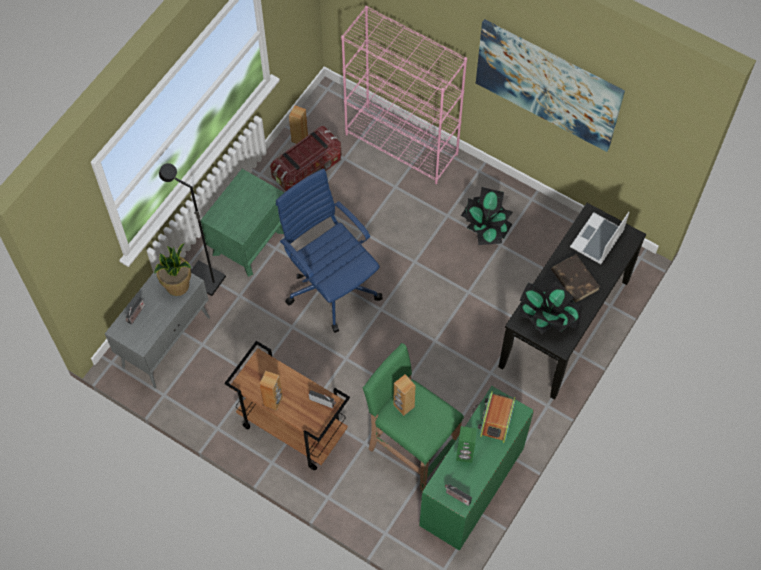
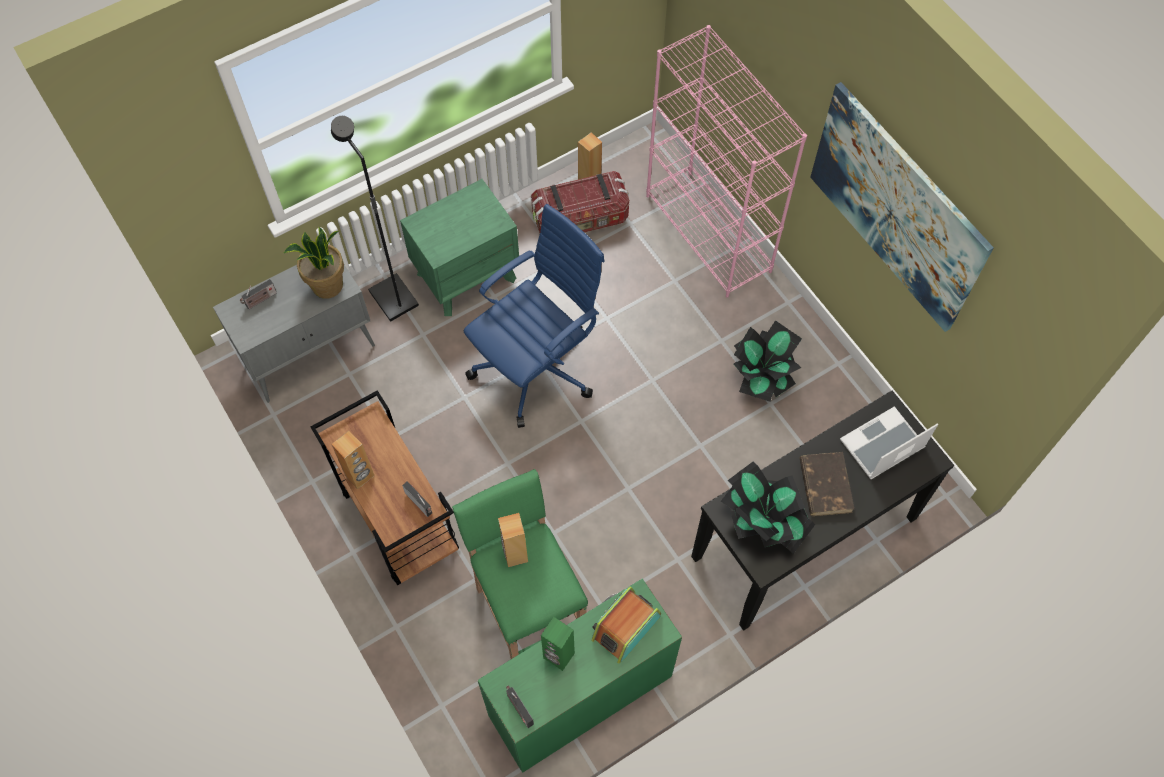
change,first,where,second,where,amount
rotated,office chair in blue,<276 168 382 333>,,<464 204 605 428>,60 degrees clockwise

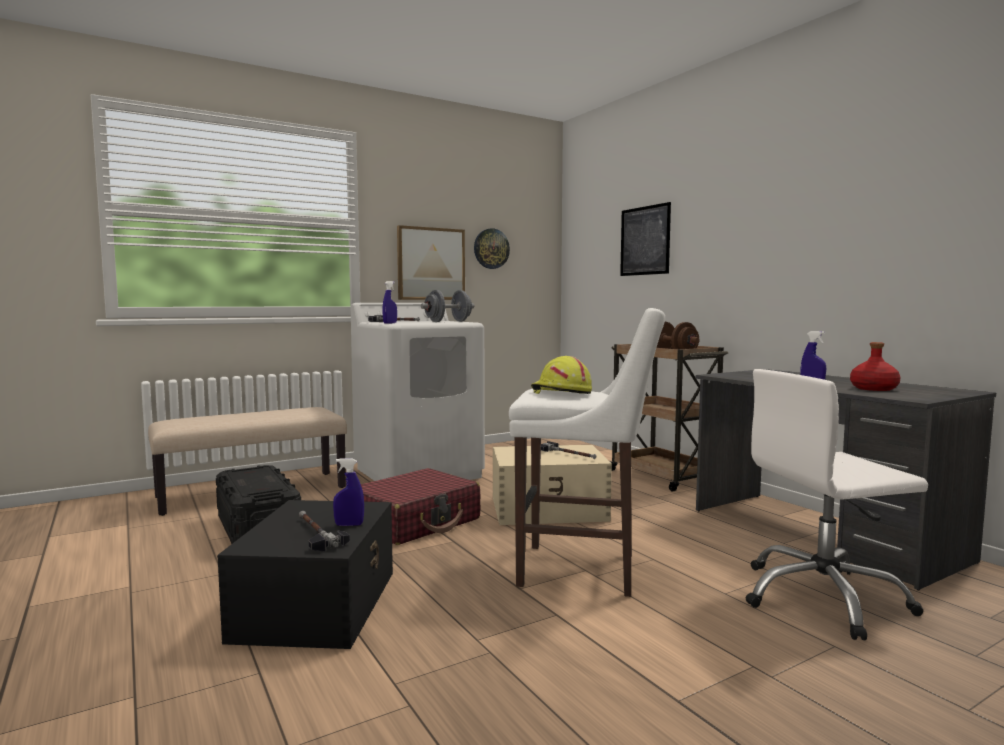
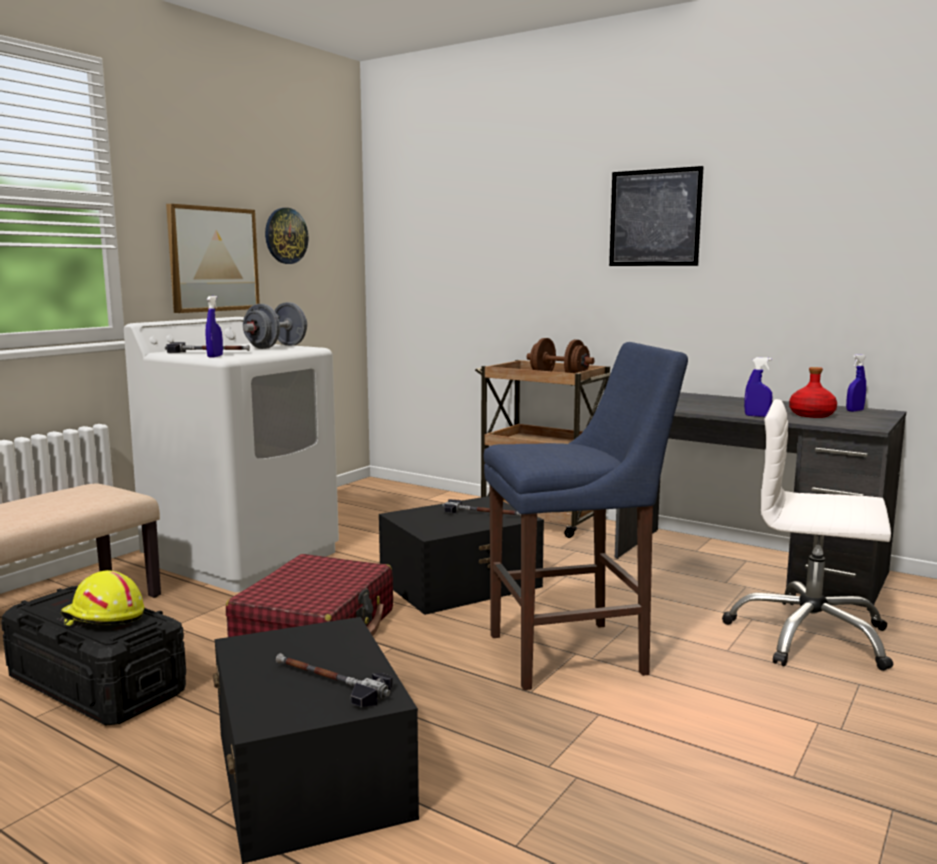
change,first,where,second,where,amount
shifted,picture,<620 202 671 276>,,<609 166 704 266>,
repainted,stool in white,<509 308 665 597>,stool in blue,<484 342 688 690>,
shifted,hard hat in yellow,<531 356 592 394>,,<60 570 144 626>,
rotated,office chair in white,<746 369 928 640>,,<722 399 894 671>,60 degrees clockwise
repainted,storage box in beige,<493 445 612 525>,storage box in black,<379 496 544 615>,
shifted,spray bottle in blue,<333 458 364 526>,,<846 354 866 412>,

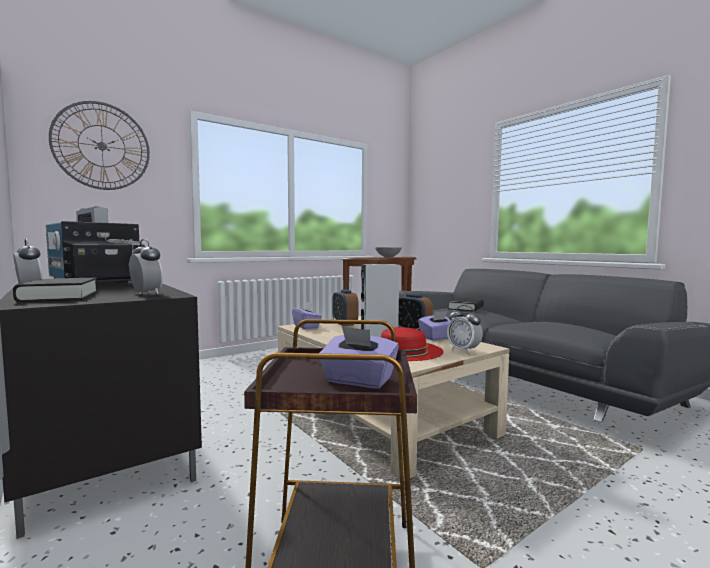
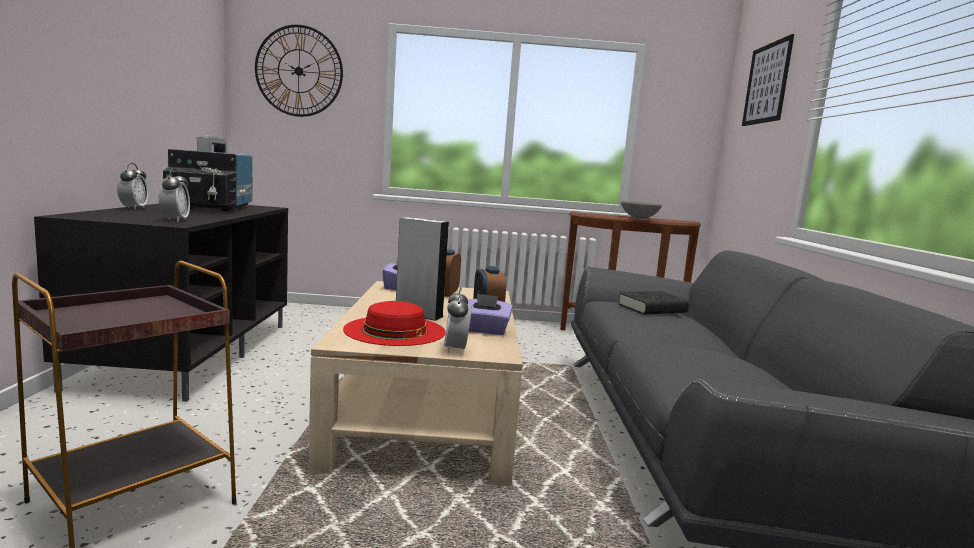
change,first,where,second,where,amount
gone,book in black,<13 278 98 302>,,,
gone,tissue box in purple,<320 326 399 389>,,,
new,,,picture,<742 34 794 126>,

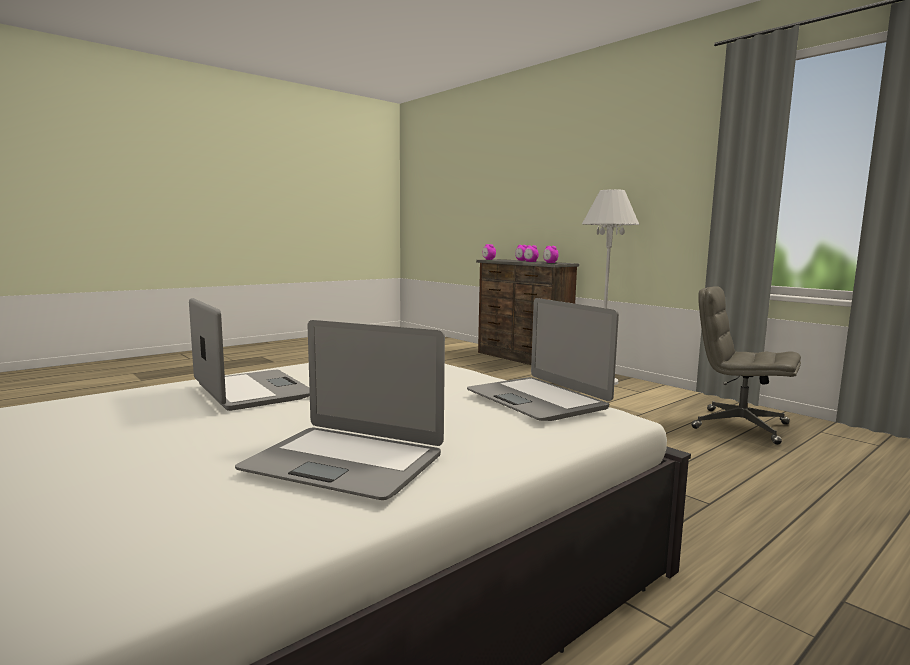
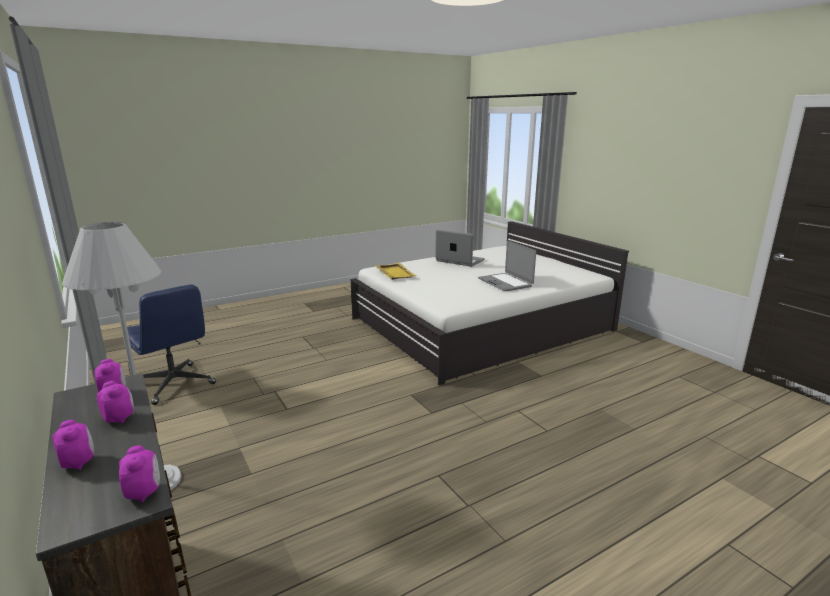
change,first,where,second,where,amount
repainted,office chair in grey,<691 286 801 445>,office chair in blue,<127 284 216 405>,
swapped,laptop,<467 298 619 421>,tray in yellow,<375 263 416 279>,

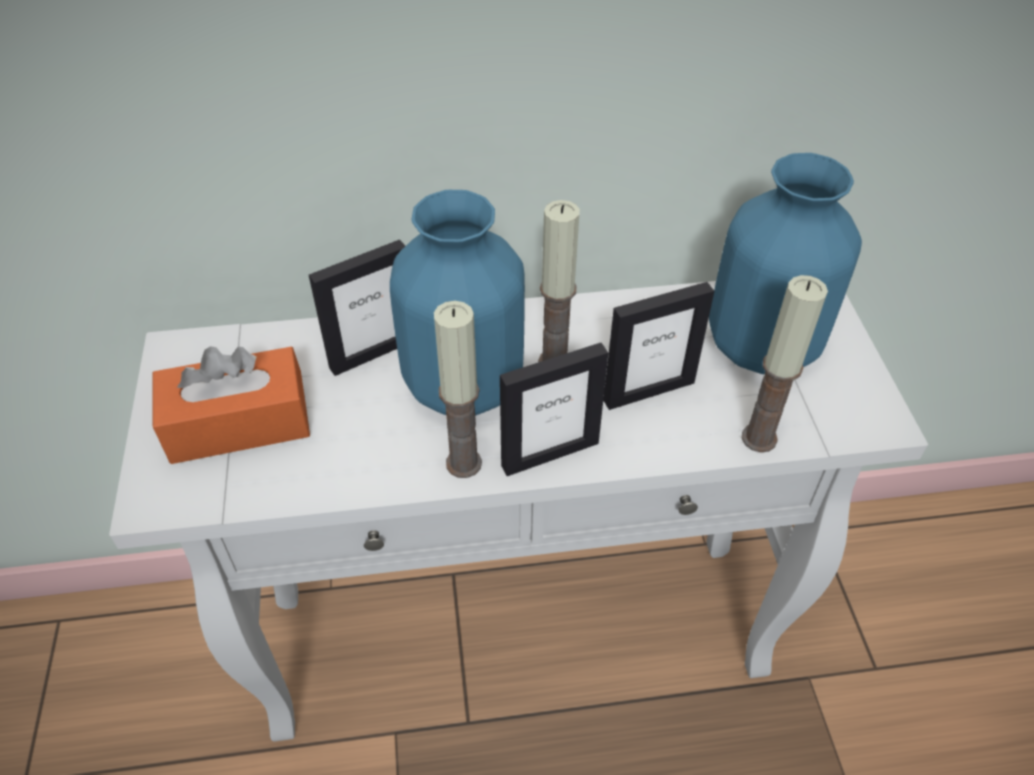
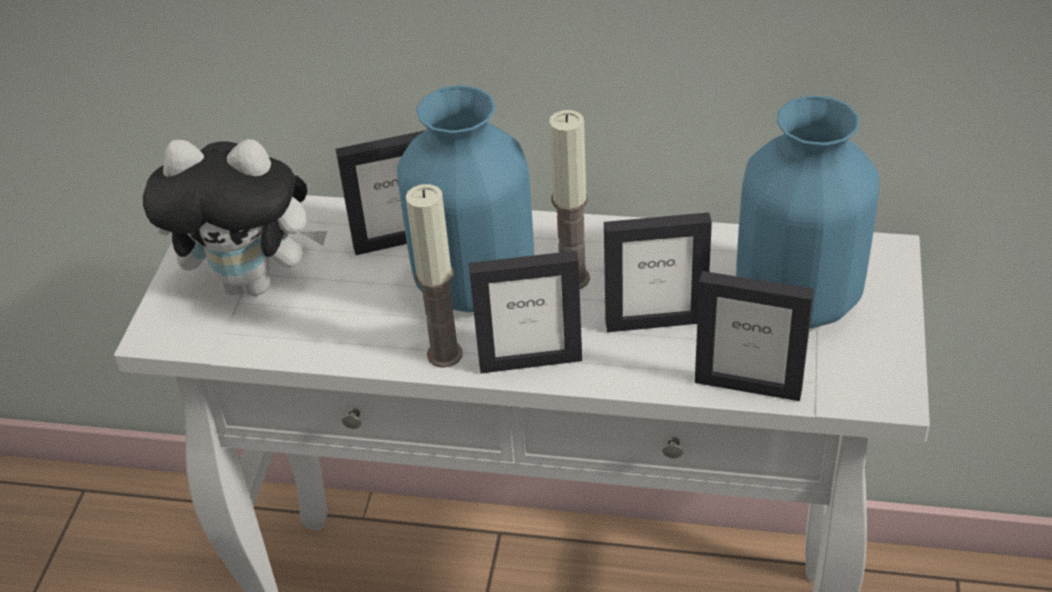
change,first,where,second,where,amount
swapped,candle,<742 275 828 452>,picture frame,<695 271 814 401>,
swapped,tissue box in orange,<152 346 310 464>,plush toy,<143 139 327 296>,

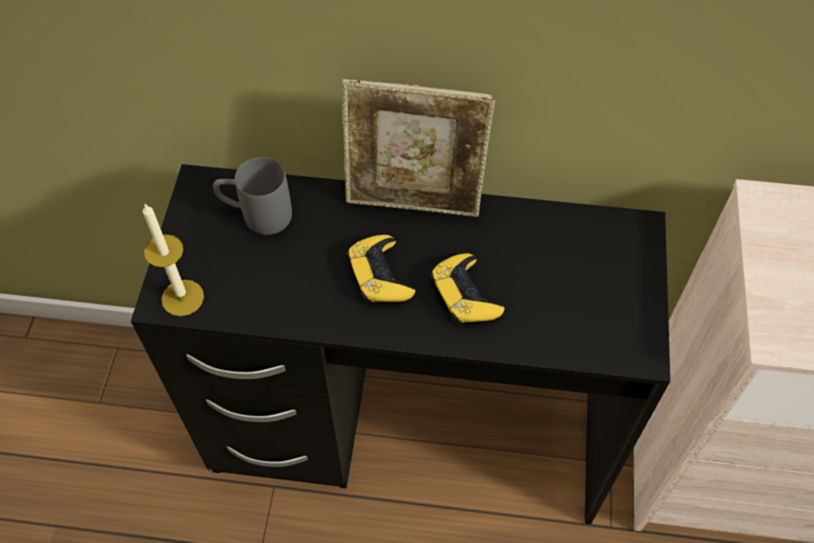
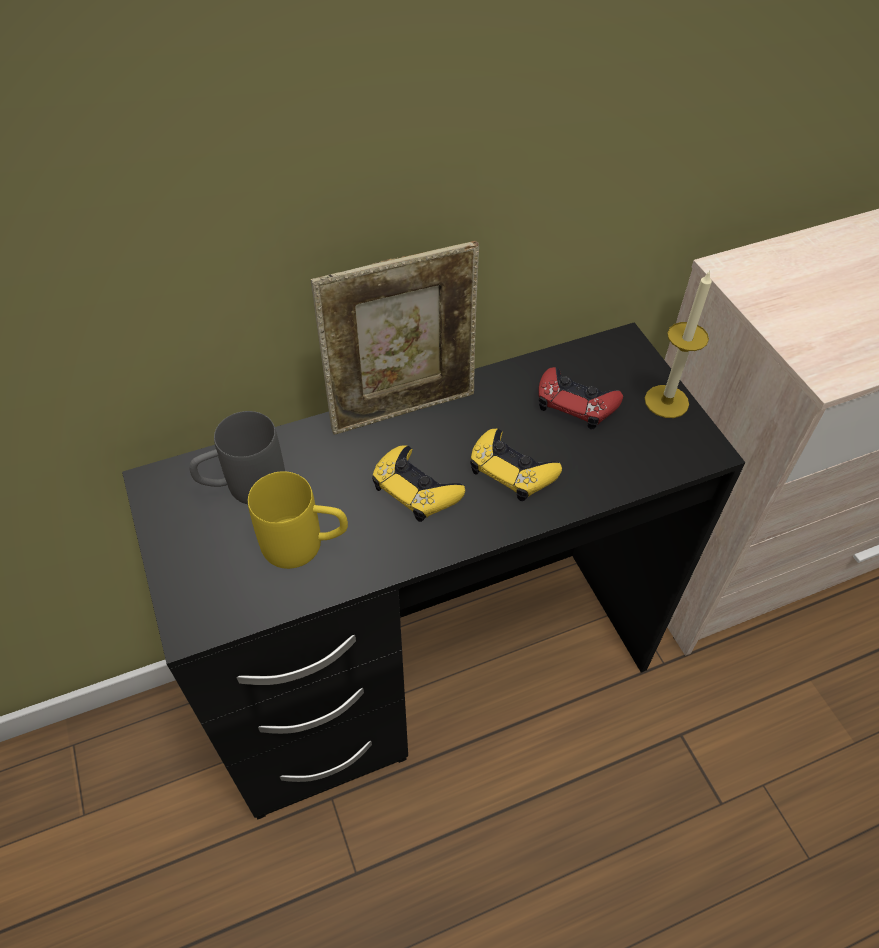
change,first,where,second,where,amount
shifted,candle,<143 203 204 316>,,<645 270 712 418>,
new,,,game controller in red,<538 367 623 429>,
new,,,mug in yellow,<248 471 348 569>,

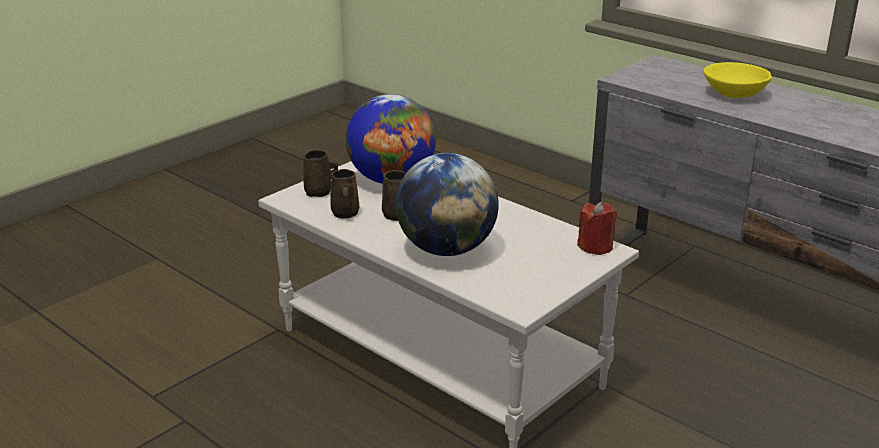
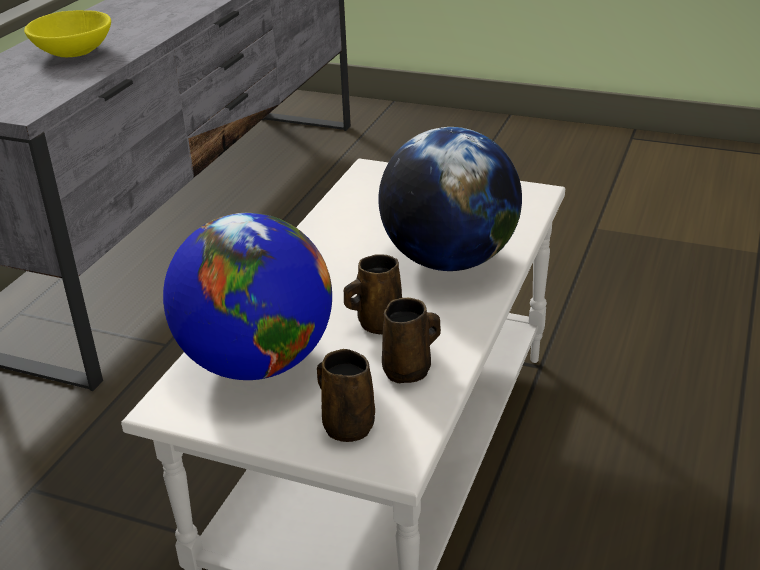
change,first,where,second,where,amount
gone,candle in red,<577 202 617 255>,,,

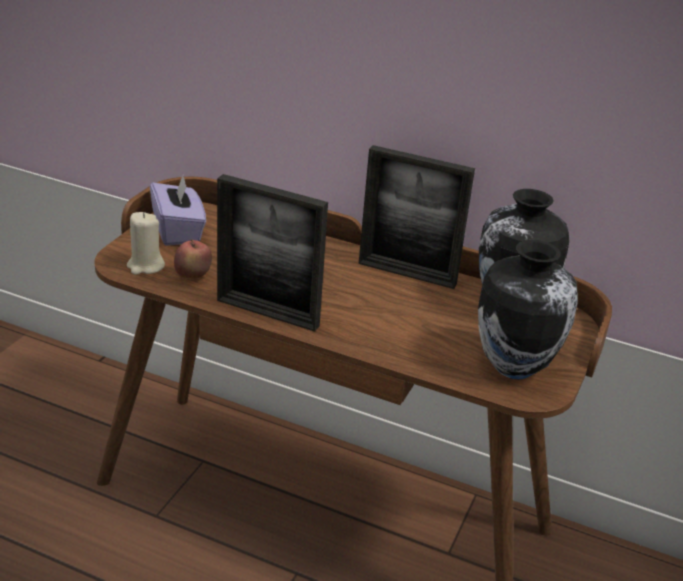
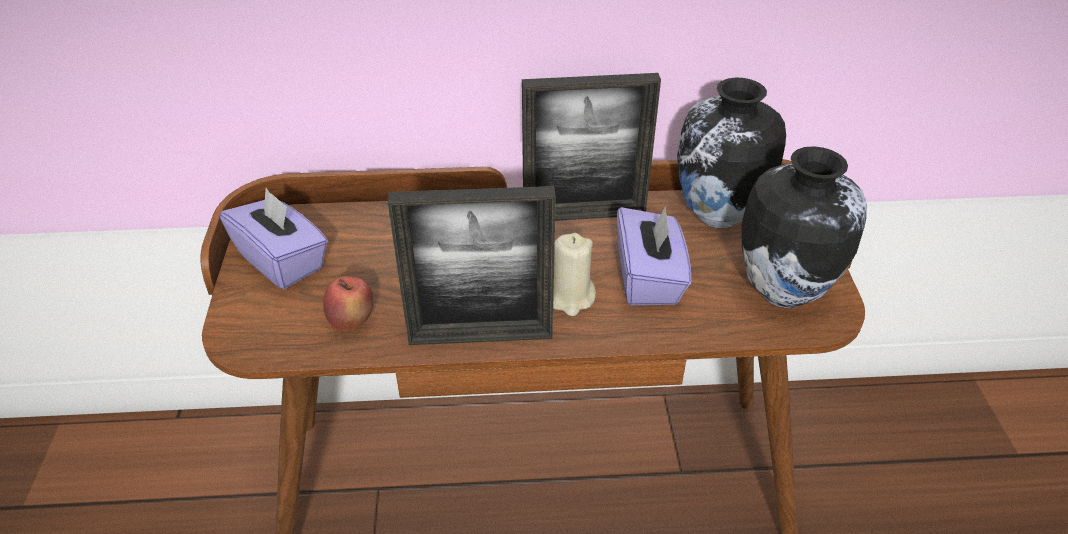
change,first,where,second,where,amount
shifted,candle in beige,<127 212 165 275>,,<553 233 596 316>,
new,,,tissue box in purple,<617 206 691 305>,

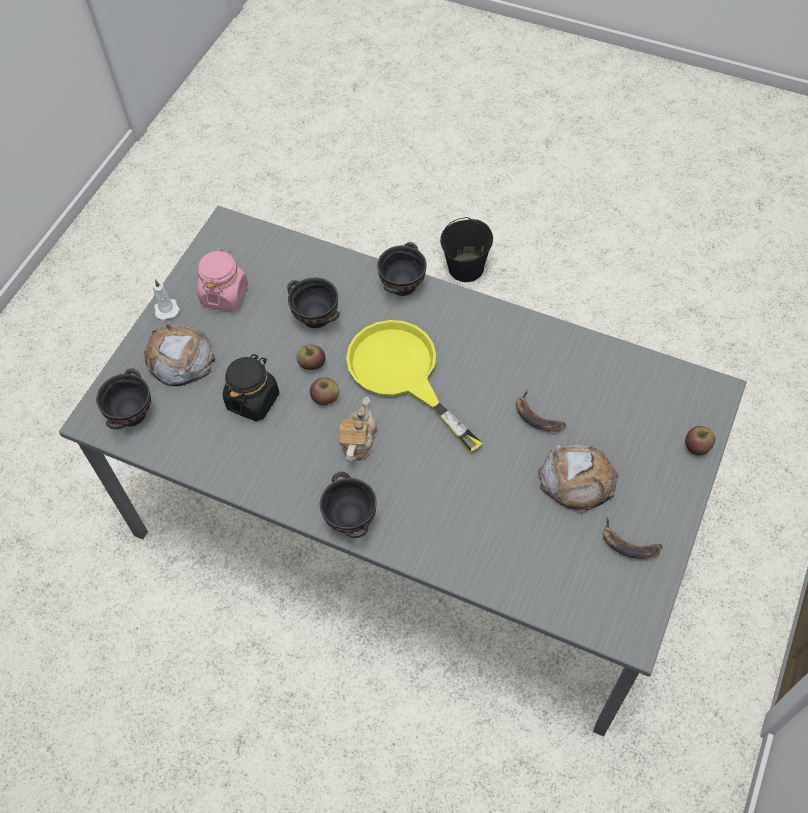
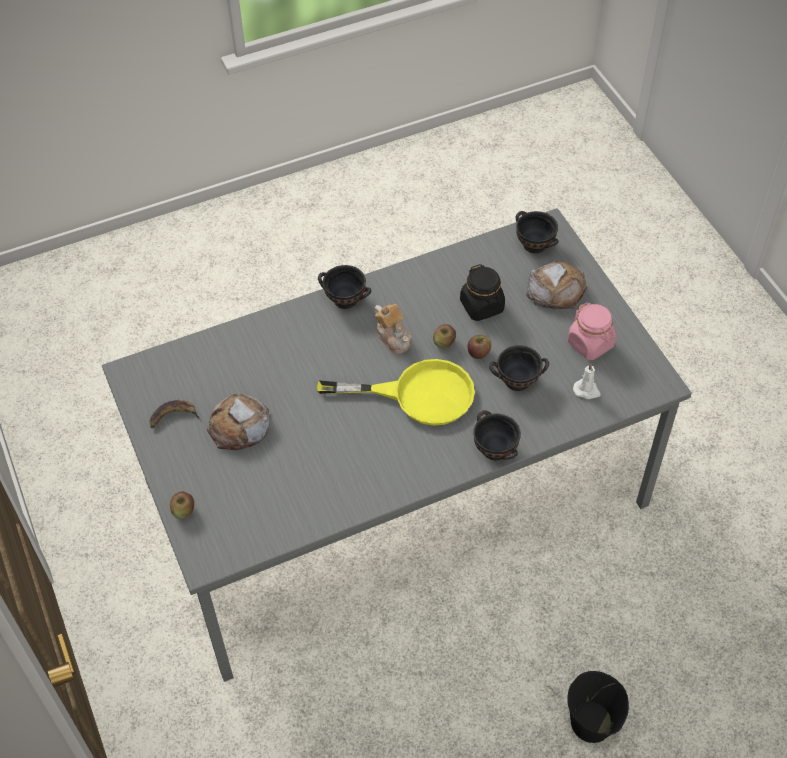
change,first,where,second,where,amount
shifted,candle in white,<153 279 180 320>,,<573 363 601 399>,
gone,banana,<516 390 566 432>,,,

